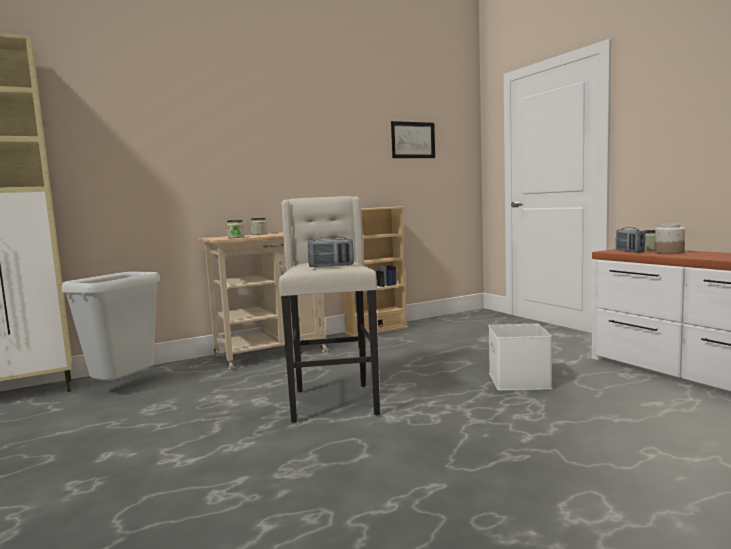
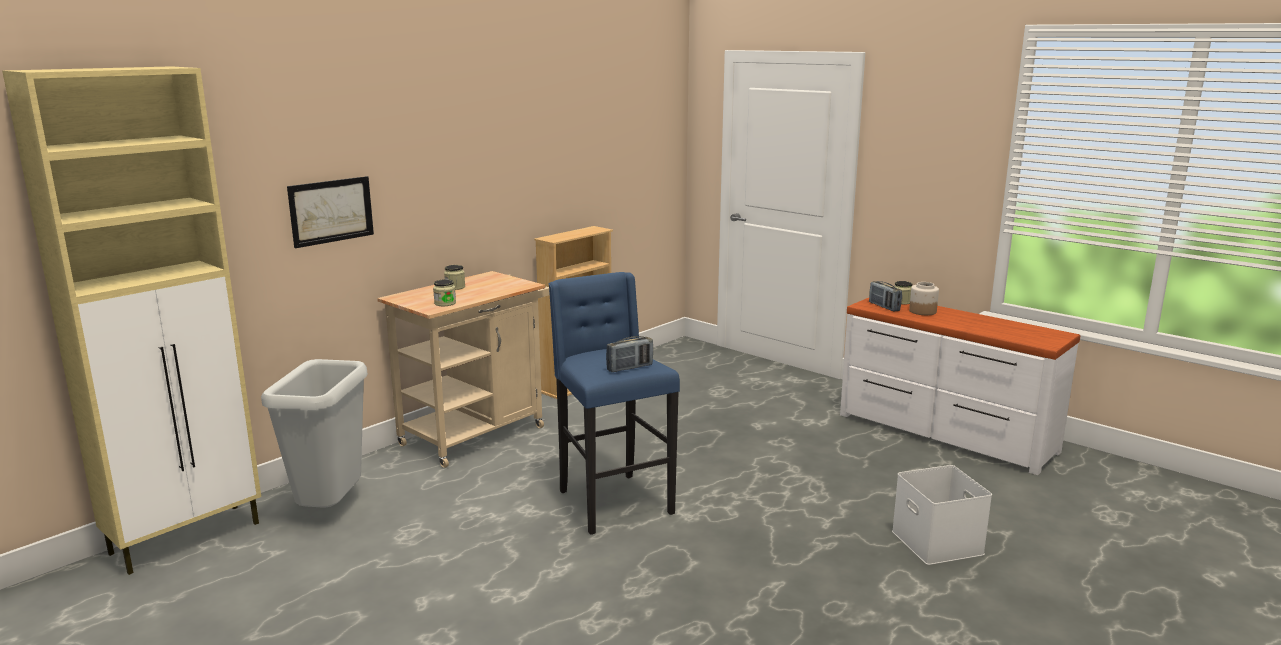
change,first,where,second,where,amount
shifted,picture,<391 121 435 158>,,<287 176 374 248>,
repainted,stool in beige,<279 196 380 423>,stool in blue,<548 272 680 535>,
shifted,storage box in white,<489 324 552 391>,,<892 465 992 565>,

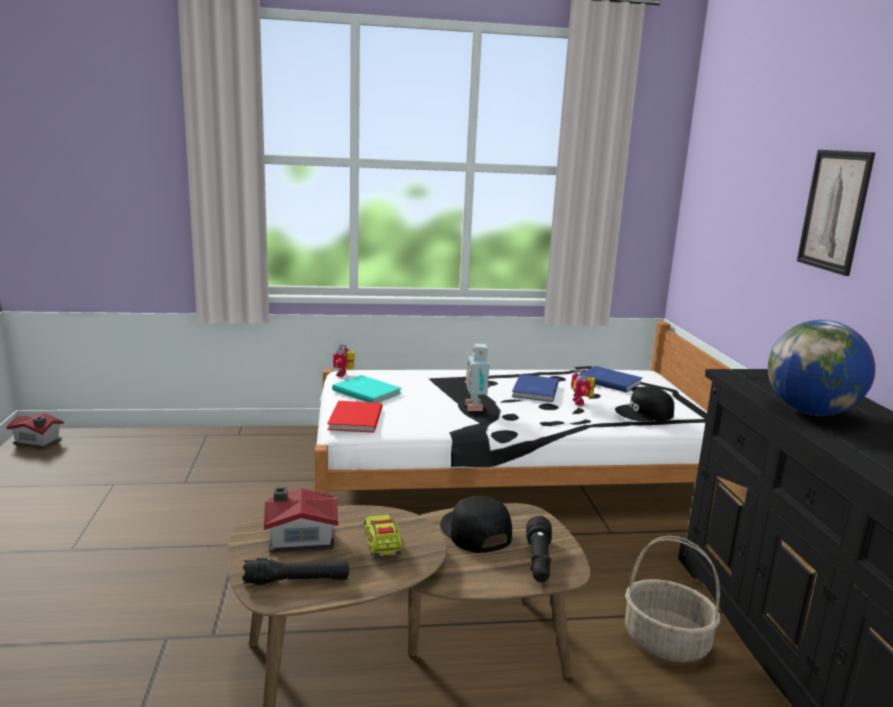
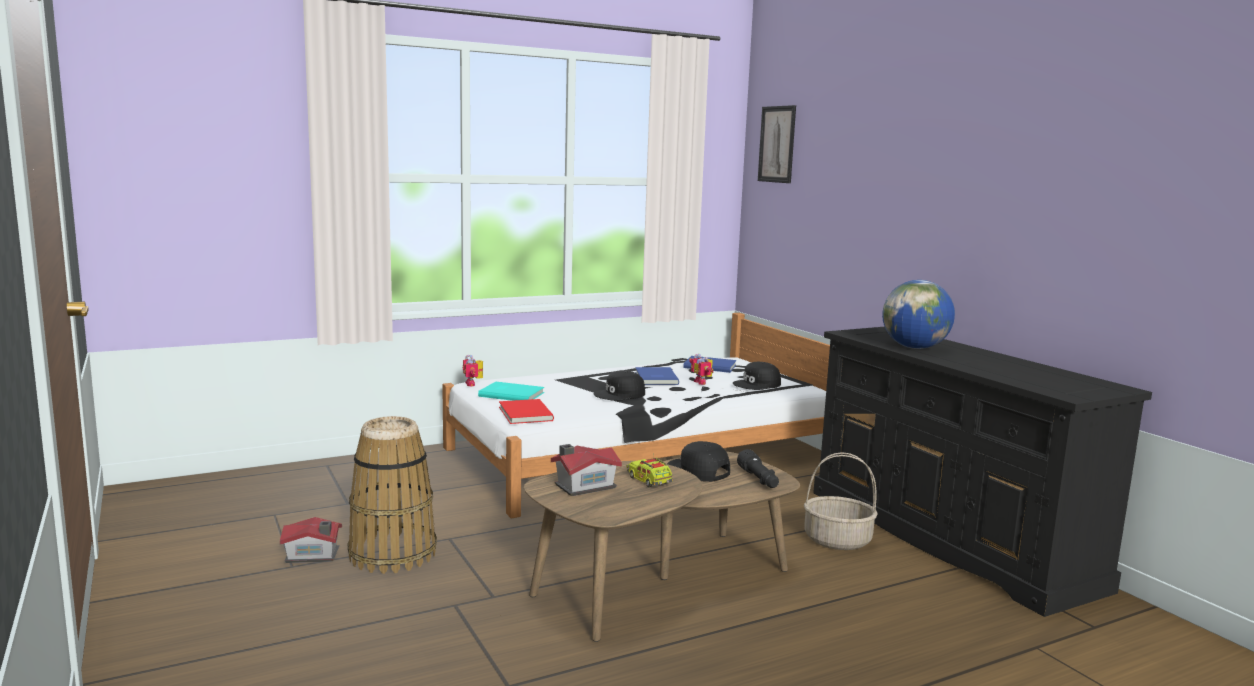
change,first,where,second,where,amount
shifted,picture,<797 150 875 276>,,<758 105 796 183>,
swapped,toy robot,<465 343 490 411>,cap in black,<593 370 645 401>,
shifted,toy house,<7 413 64 449>,,<280 517 342 563>,
gone,flashlight in black,<242 558 349 585>,,,
new,,,basket,<348 416 437 574>,

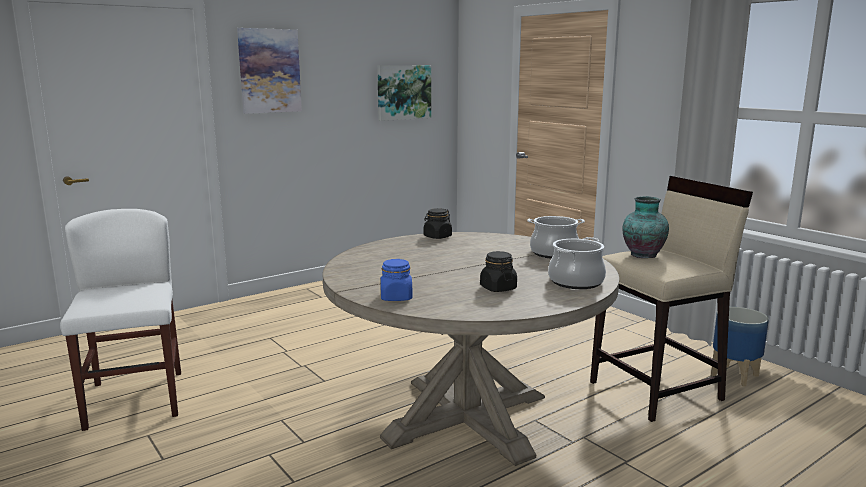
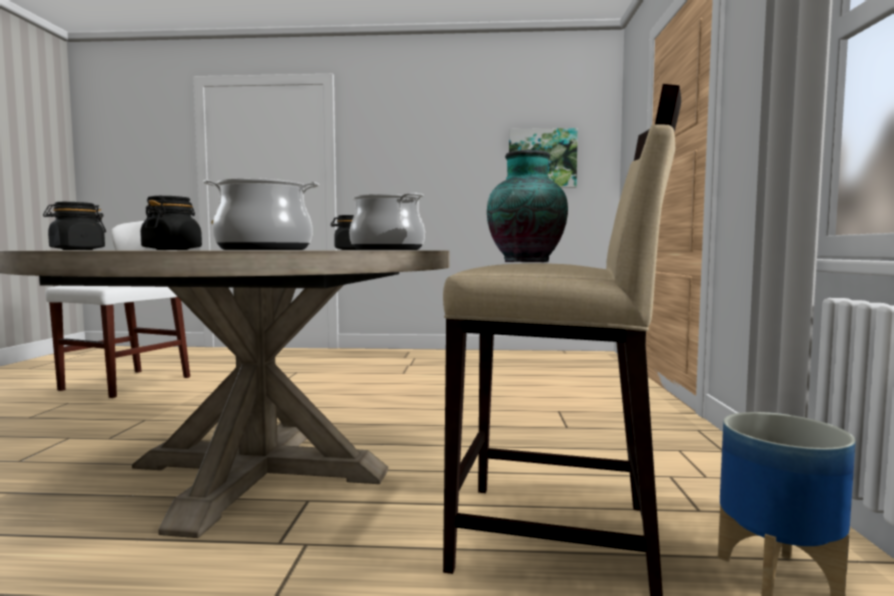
change,first,where,second,where,amount
gone,picture,<237 28 302 114>,,,
repainted,jar in blue,<381 259 412 301>,jar in black,<43 202 106 250>,

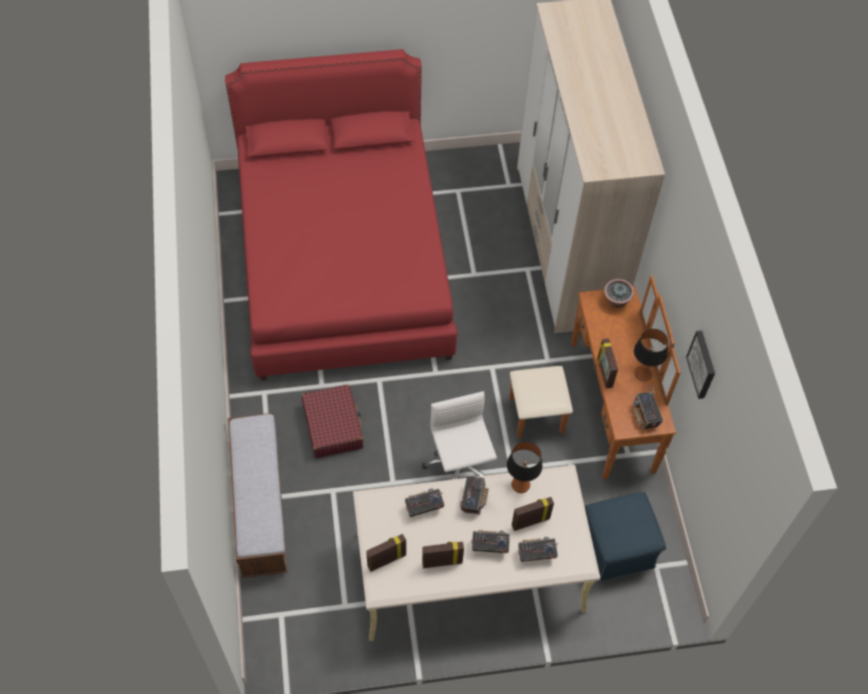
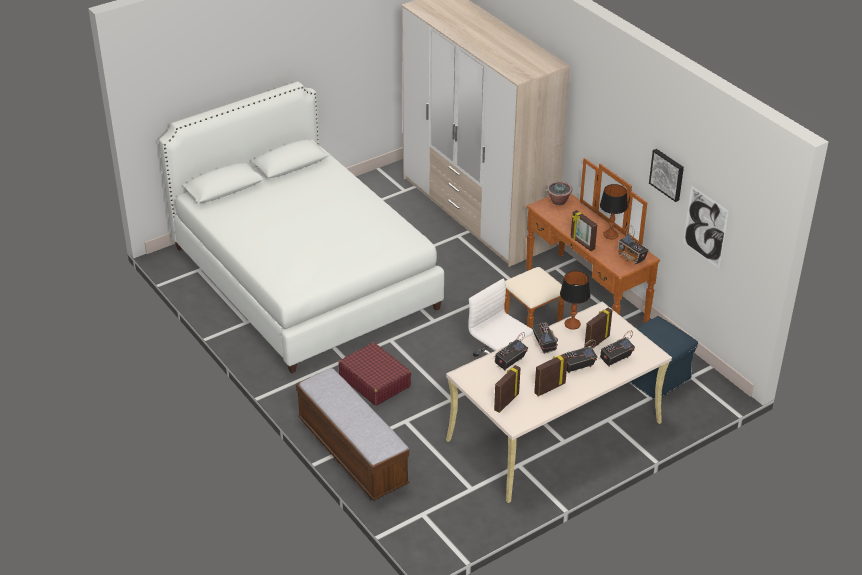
change,first,where,second,where,amount
repainted,bed in red,<225 49 457 381>,bed in white,<159 82 444 373>,
new,,,picture,<683 186 729 269>,

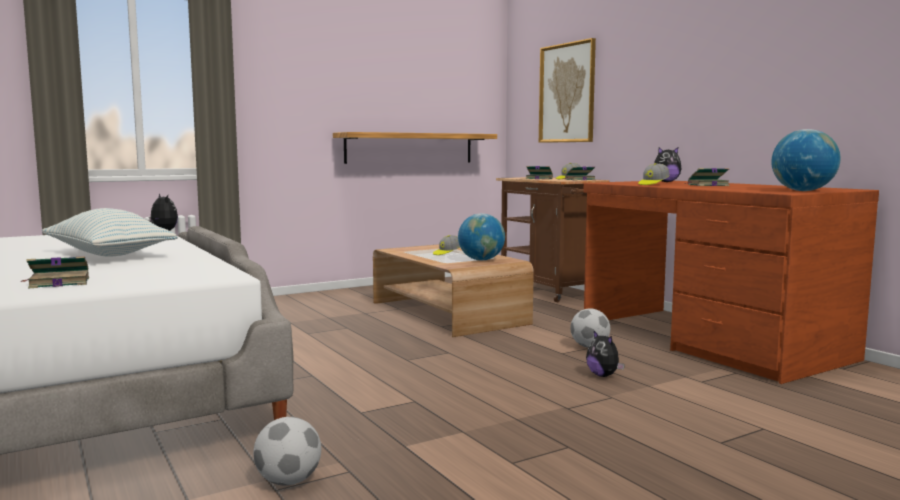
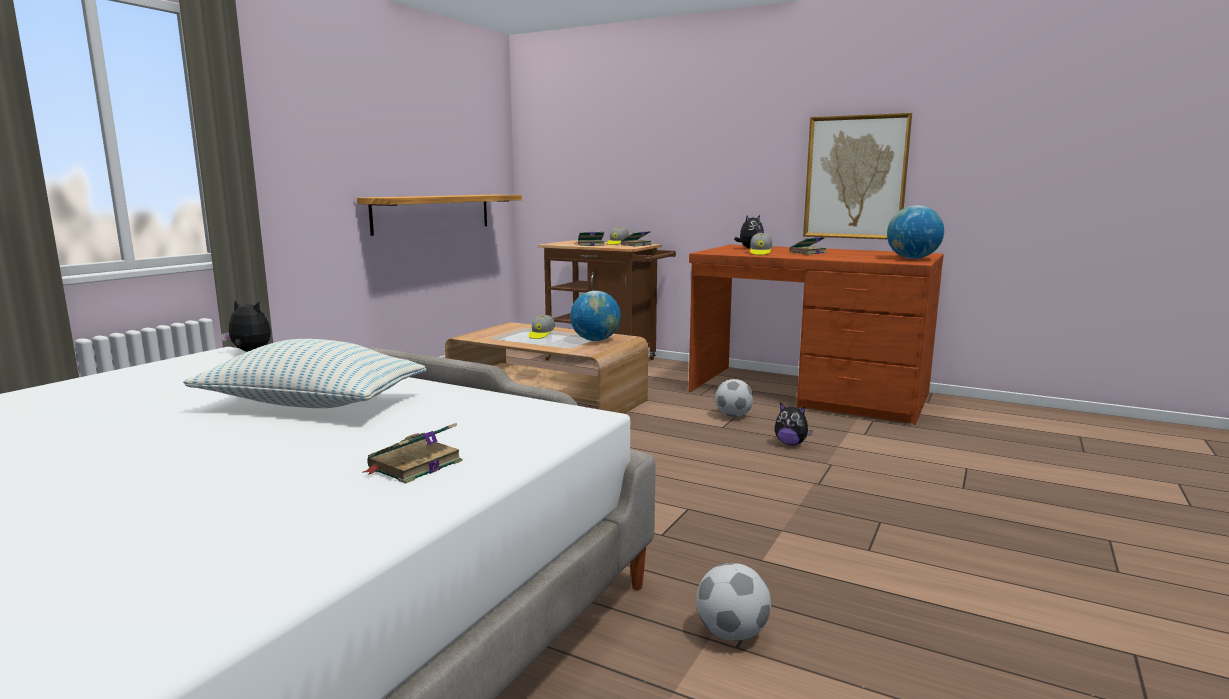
change,first,where,second,where,amount
shifted,picture,<539 38 596 143>,,<803 113 912 239>,

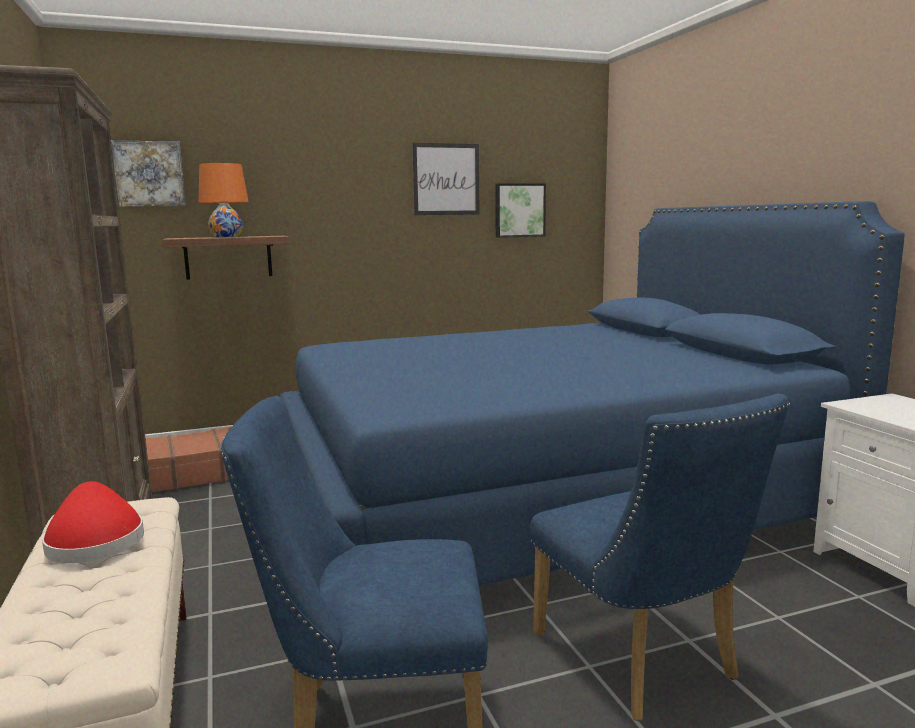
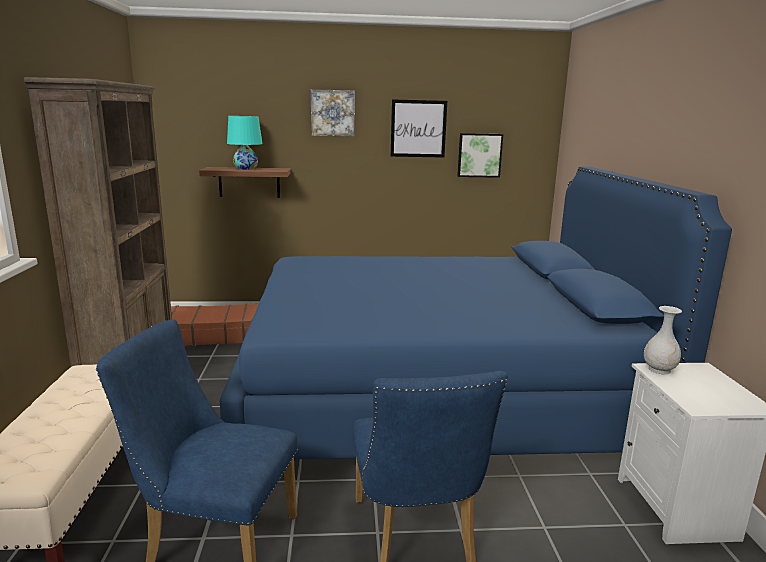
change,first,where,second,where,amount
shifted,picture,<111 140 186 207>,,<311 89 355 137>,
repainted,table lamp in orange,<198 163 249 237>,table lamp in turquoise,<227 116 263 170>,
gone,hat in red,<42 481 144 563>,,,
new,,,vase in white,<644 306 682 374>,

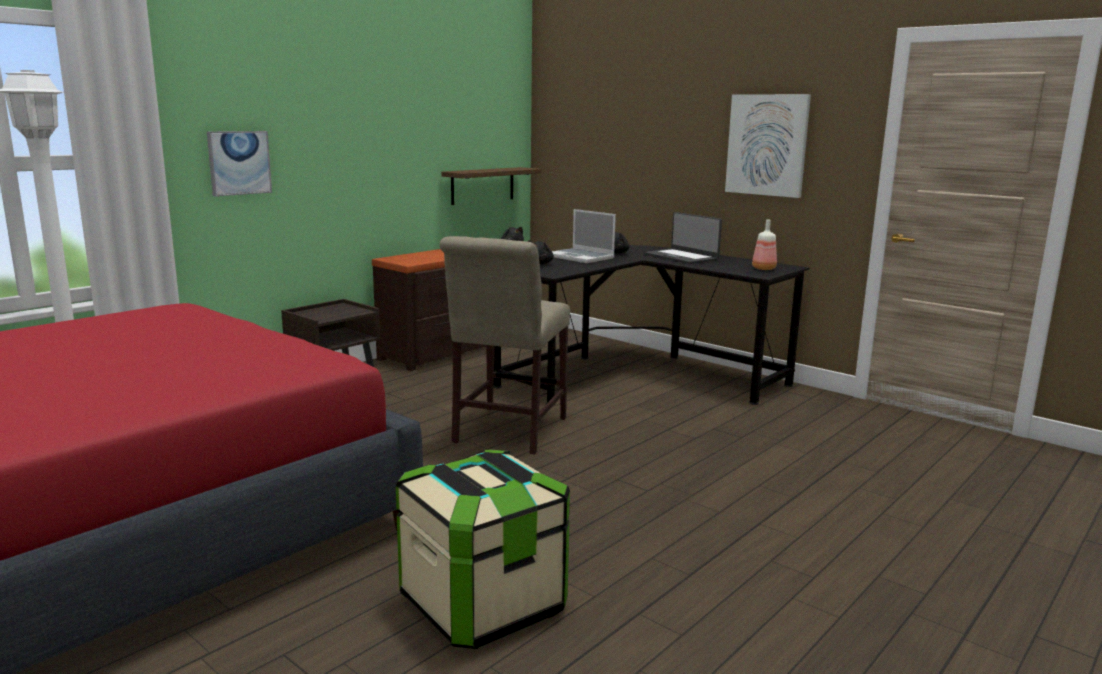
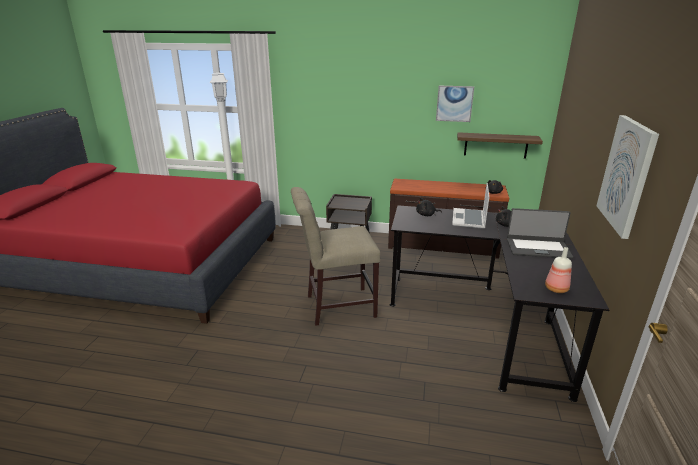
change,first,where,second,where,amount
shifted,picture,<207 131 272 196>,,<436 86 474 122>,
rotated,laptop,<644 212 722 264>,,<507 208 573 259>,105 degrees counterclockwise
gone,storage box,<396 450 570 649>,,,

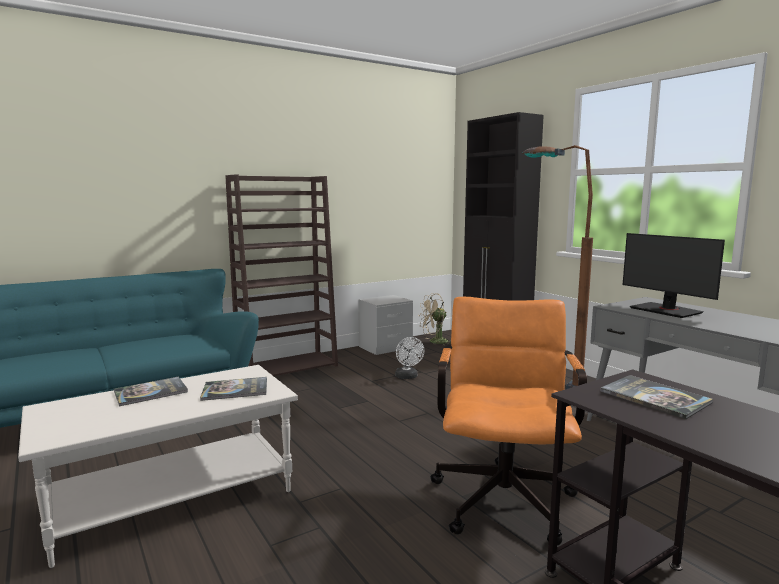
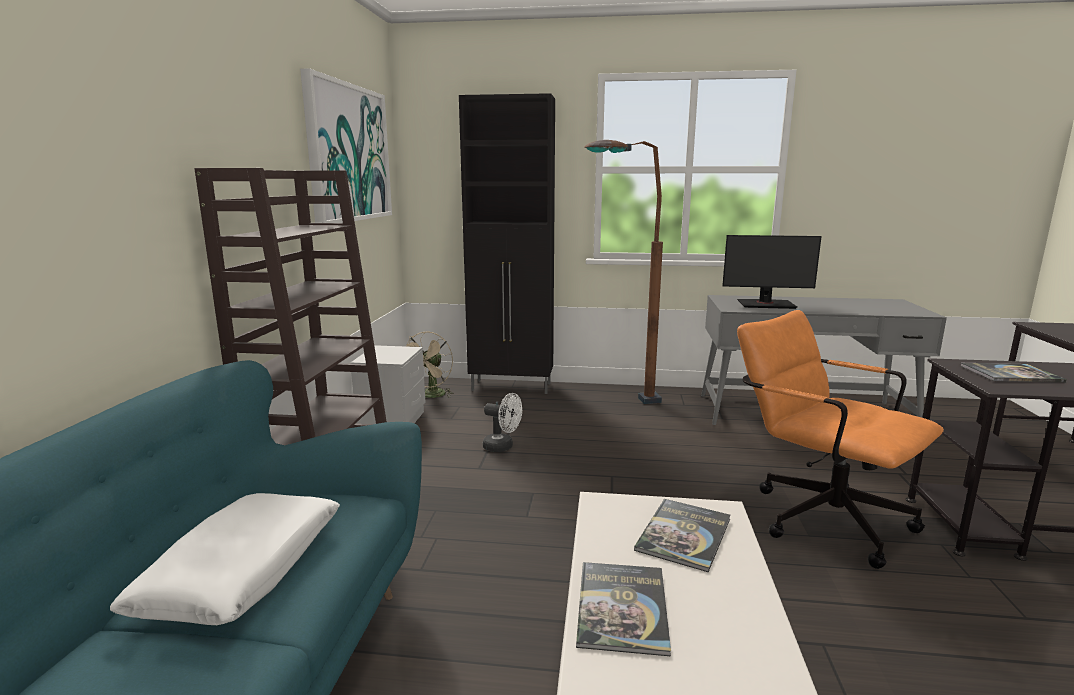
change,first,where,second,where,amount
new,,,picture,<300 68 392 223>,
new,,,pillow in white,<110 493 340 625>,

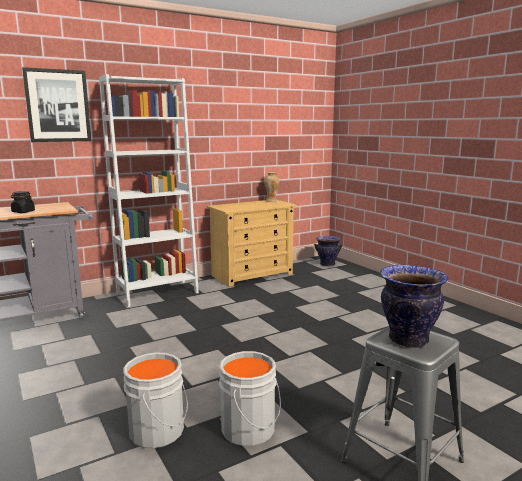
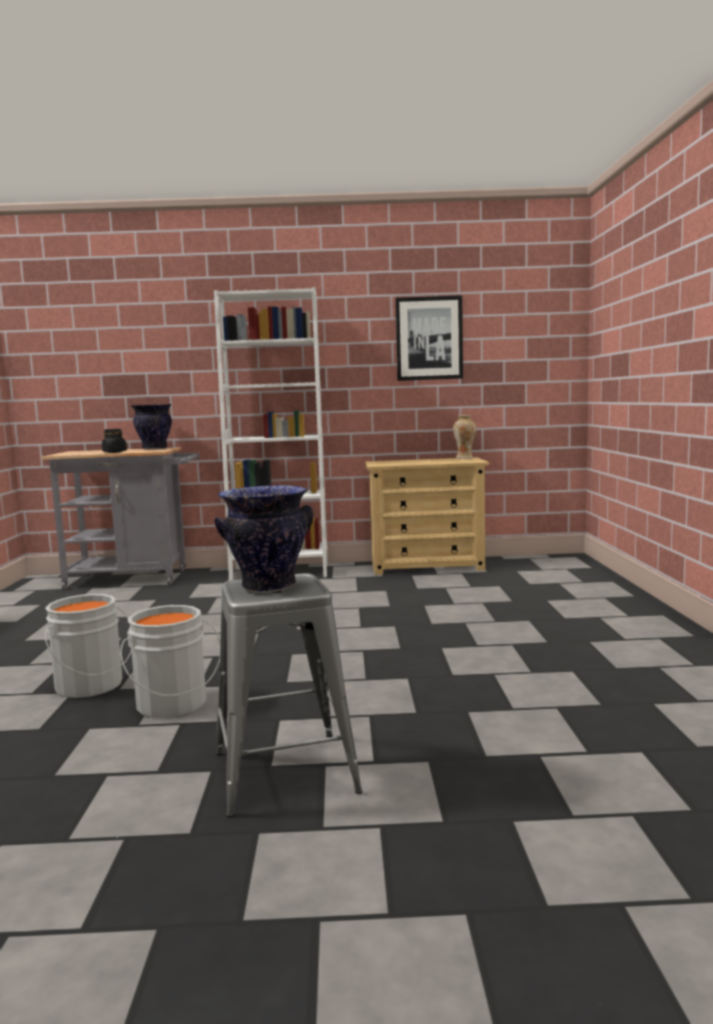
change,first,where,second,where,amount
shifted,picture,<22 67 91 142>,,<395 295 463 381>,
shifted,vase,<314 236 342 266>,,<131 404 172 449>,

